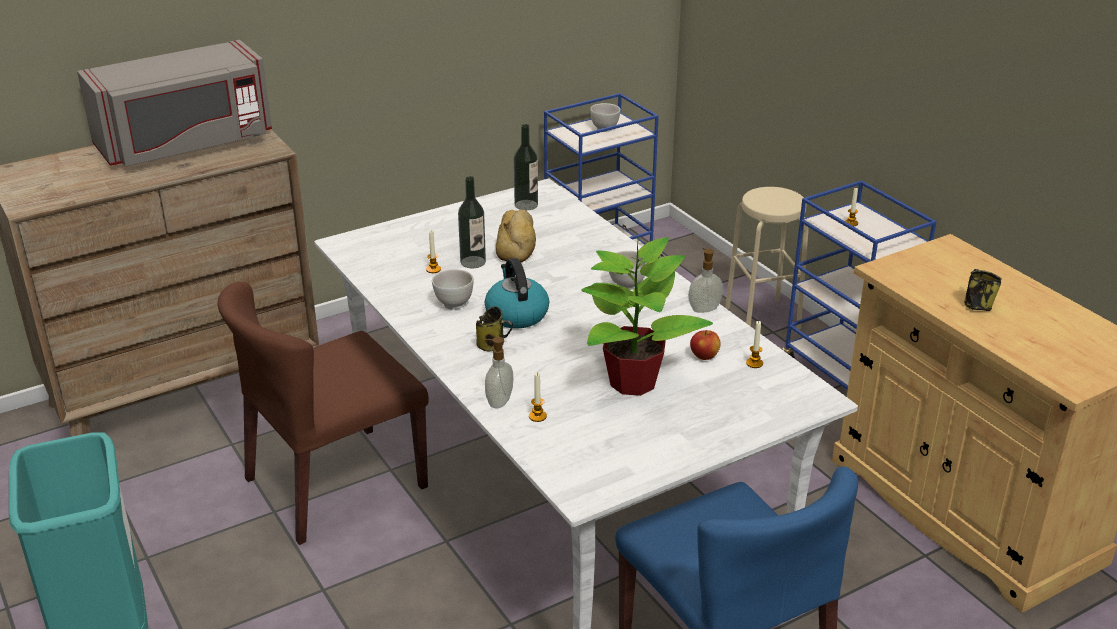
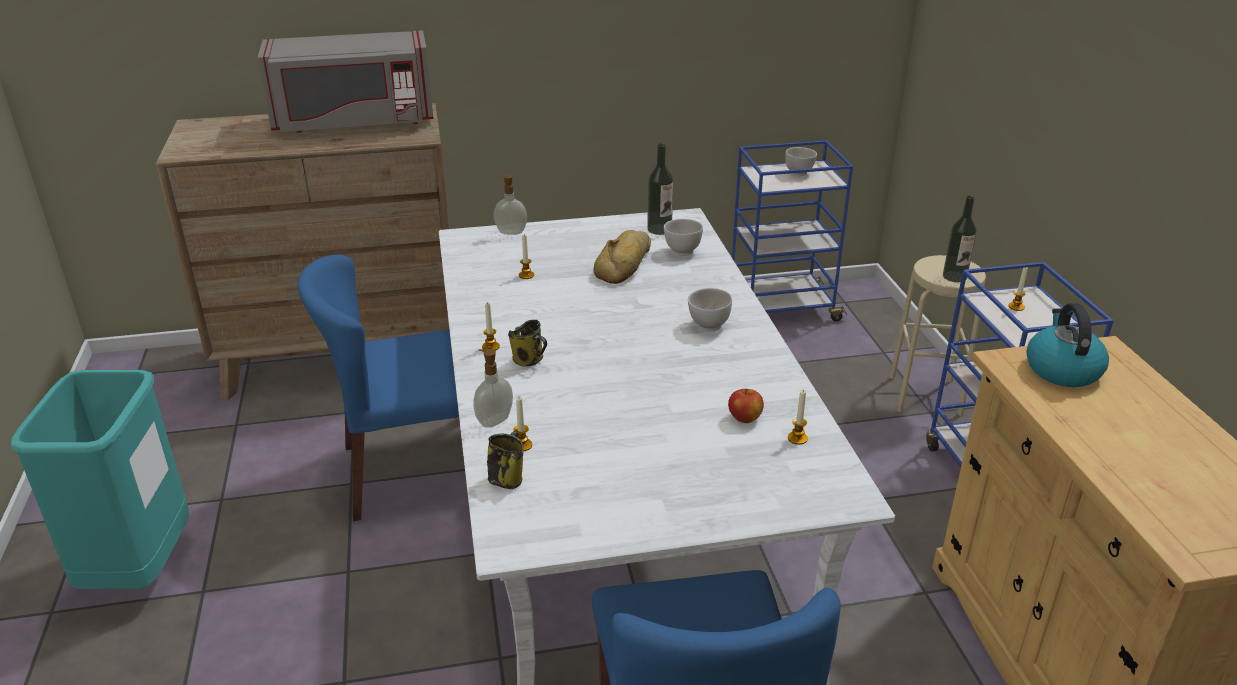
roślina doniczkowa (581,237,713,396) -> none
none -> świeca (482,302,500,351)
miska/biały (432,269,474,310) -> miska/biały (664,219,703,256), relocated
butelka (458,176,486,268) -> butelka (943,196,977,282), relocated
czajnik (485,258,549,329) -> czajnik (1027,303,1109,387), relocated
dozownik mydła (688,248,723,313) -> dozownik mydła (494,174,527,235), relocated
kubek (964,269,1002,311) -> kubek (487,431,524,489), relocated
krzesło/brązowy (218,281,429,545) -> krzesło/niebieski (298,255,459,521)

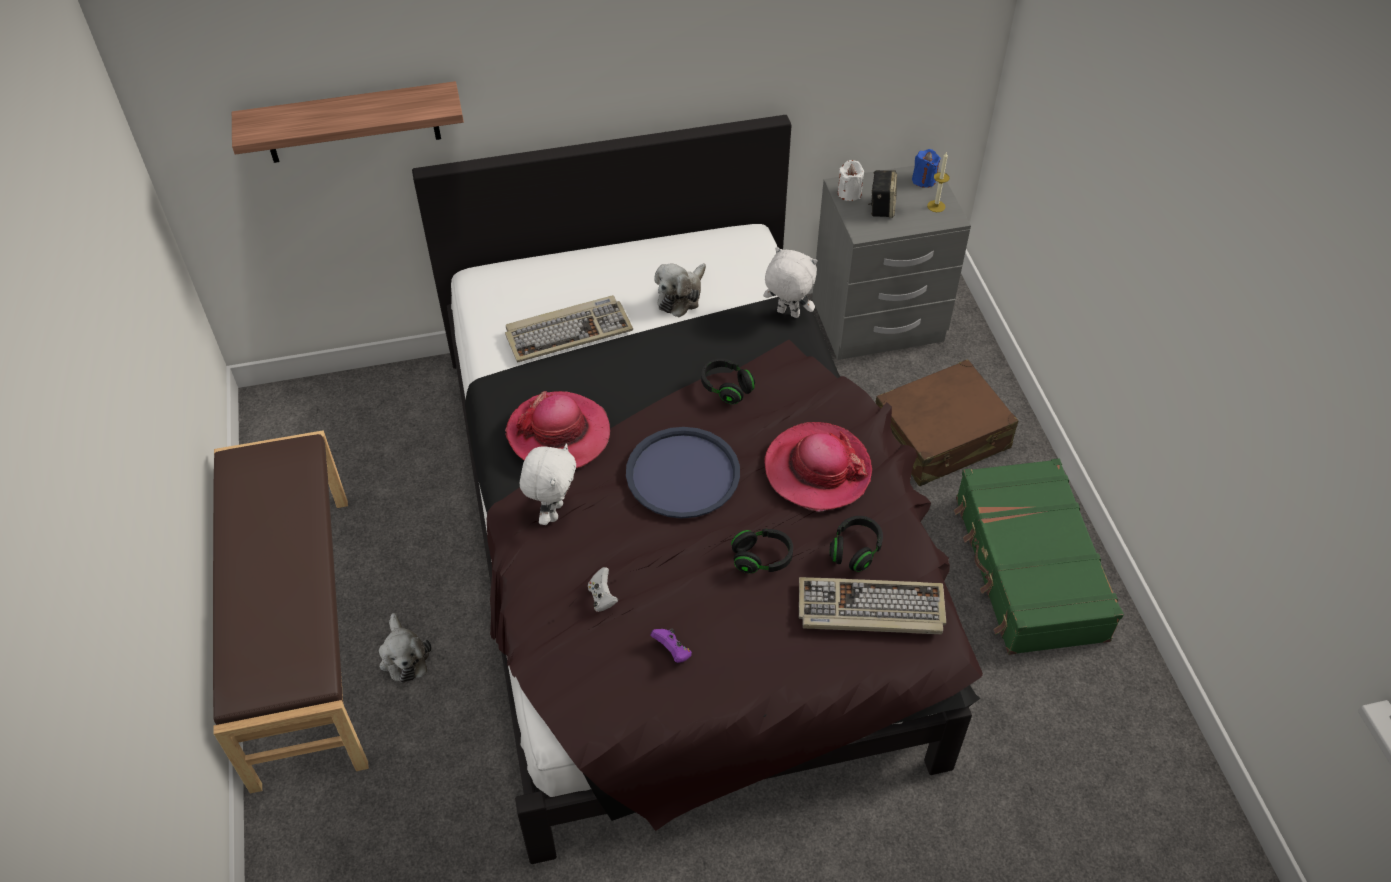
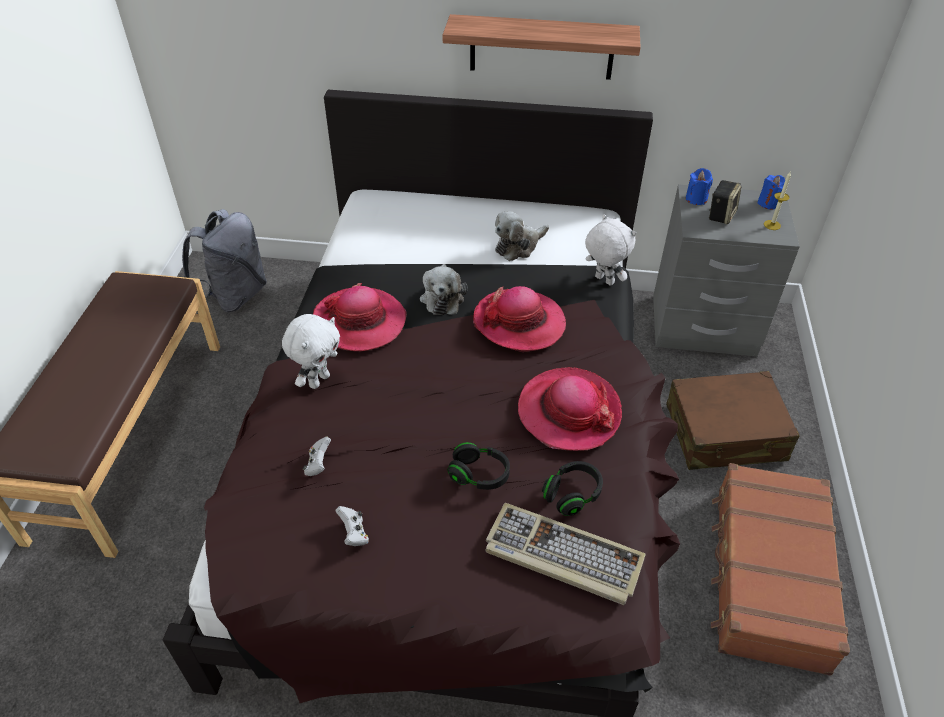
klawiatura (505,295,633,363) -> none
taca/niebieski (626,427,740,518) -> none
none -> plecak/szary (182,209,267,312)
półka (232,81,464,163) -> półka (443,14,641,80), relocated
pluszak (379,613,431,683) -> pluszak (420,264,468,315), relocated
słuchawki/czarny (701,358,755,404) -> kapelusz (473,286,566,352)
pad do gier/fioletowy (650,628,692,663) -> pad do gier/biały (336,506,369,546)
świeca/biały (838,160,864,201) -> świeca/niebieski (686,168,713,205)
walizka/zielony (954,458,1124,655) -> walizka/brązowy (711,463,850,676)

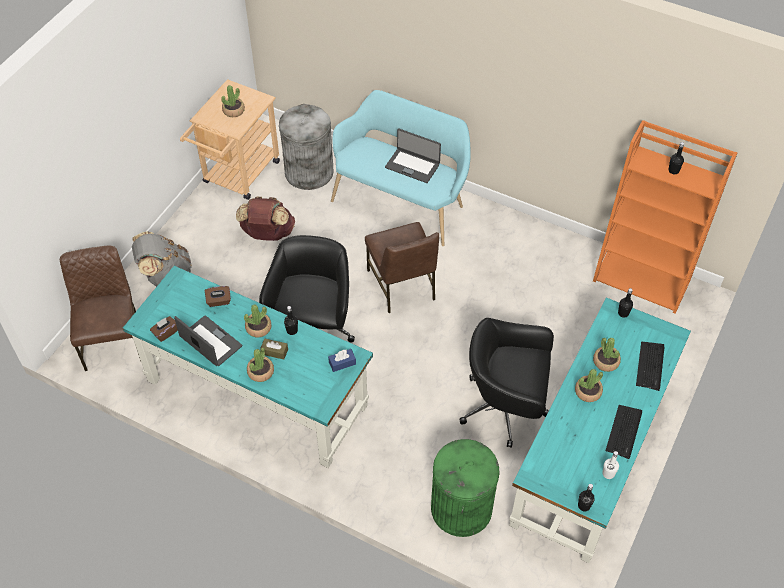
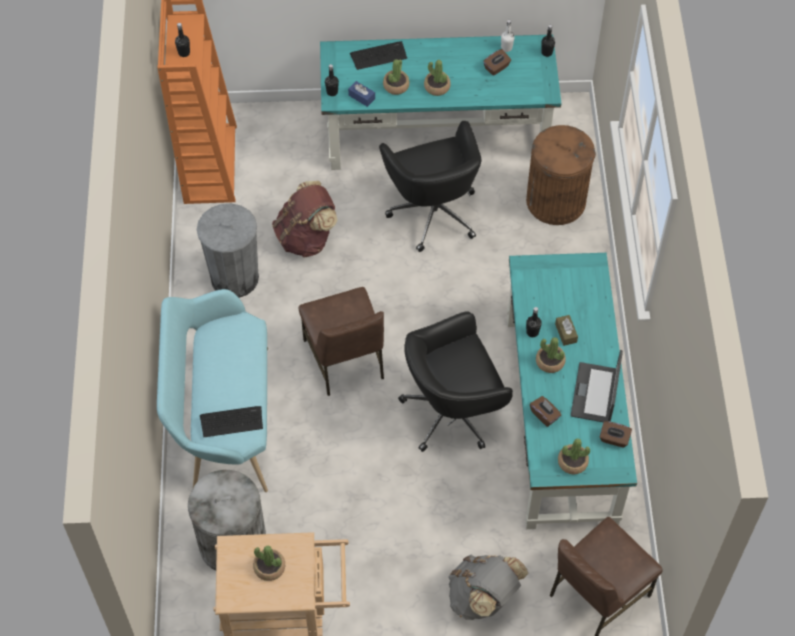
laptop (385,128,441,183) -> none
none -> kosz na śmieci/szary (197,203,259,298)
none -> pudełko chusteczek/brązowy (483,49,511,76)
plecak/brązowy (236,197,295,241) -> plecak/brązowy (272,181,338,258), relocated
roślina doniczkowa (247,348,274,382) -> roślina doniczkowa (558,439,590,474), relocated
pudełko chusteczek/niebieski (328,349,356,372) -> pudełko chusteczek/niebieski (348,81,375,107), relocated
klawiatura (606,405,642,459) -> klawiatura (200,406,263,437), relocated
kosz na śmieci/zielony (431,439,499,537) -> kosz na śmieci/brązowy (526,125,596,225)
krzesło/brązowy (365,222,439,313) -> krzesło/brązowy (299,287,384,396), 120 degrees clockwise

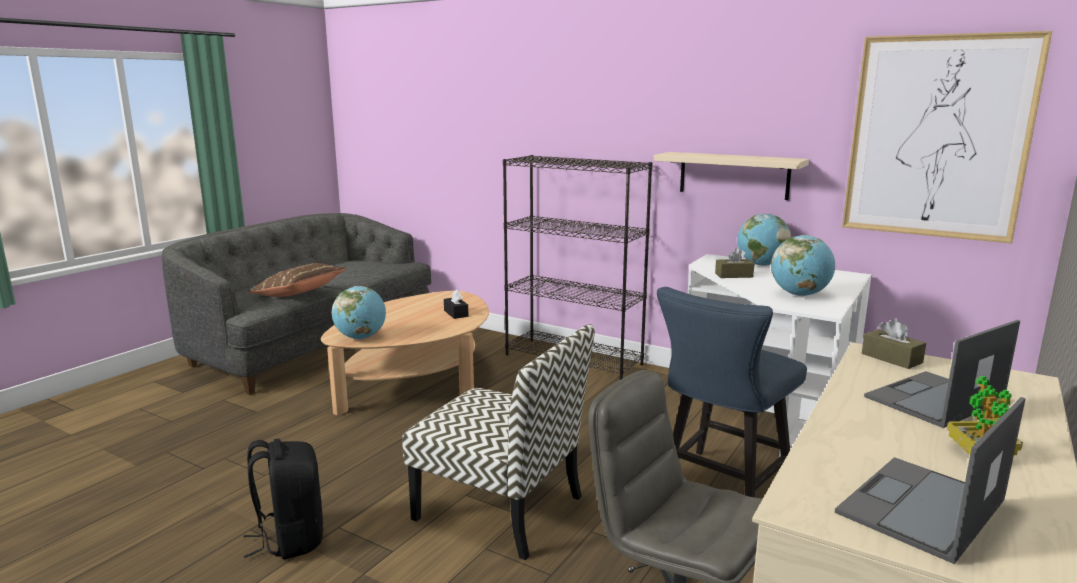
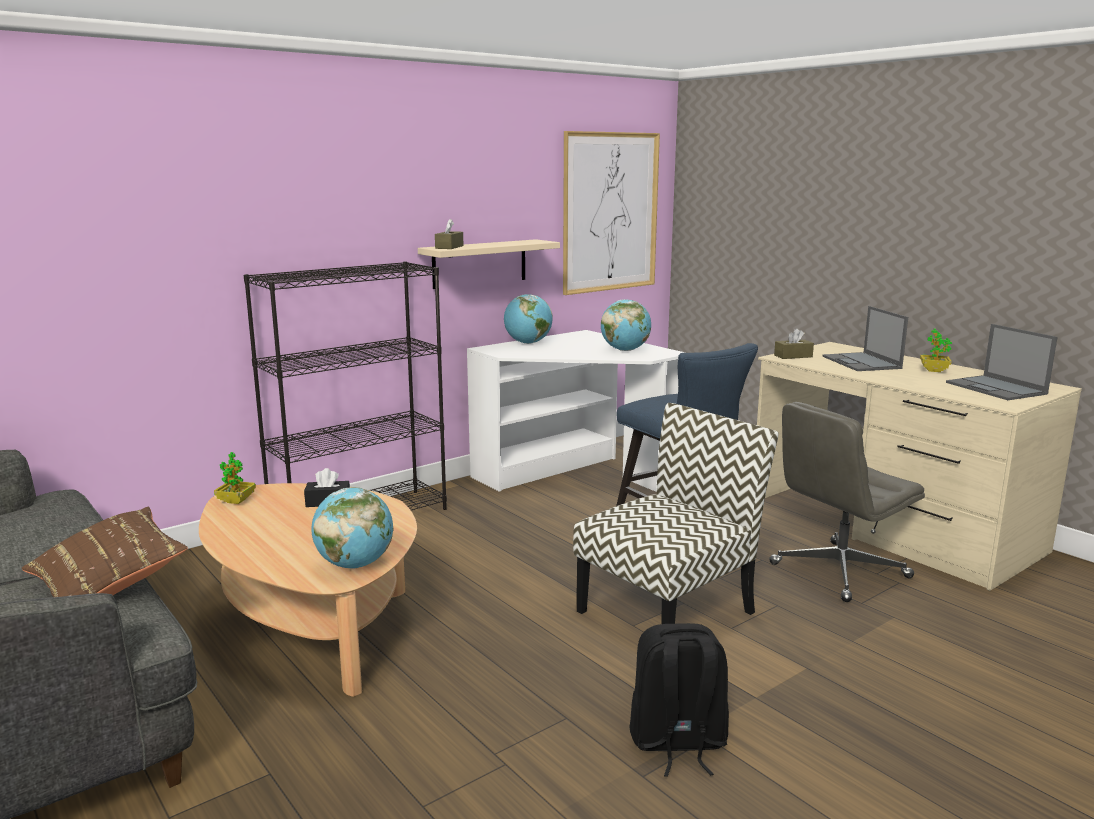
none -> roślina doniczkowa (214,452,256,504)
pudełko chusteczek/brązowy (715,248,754,278) -> pudełko chusteczek/brązowy (435,219,463,249), relocated

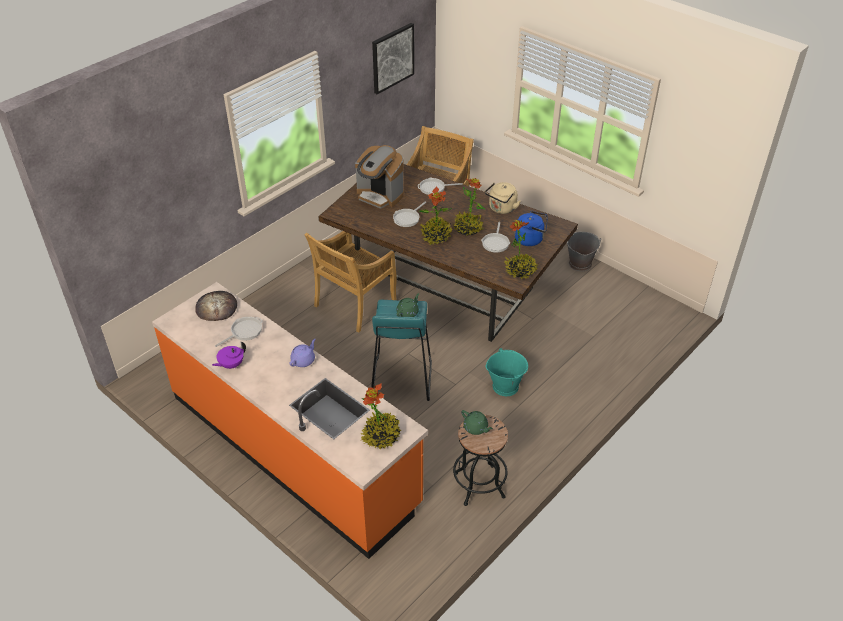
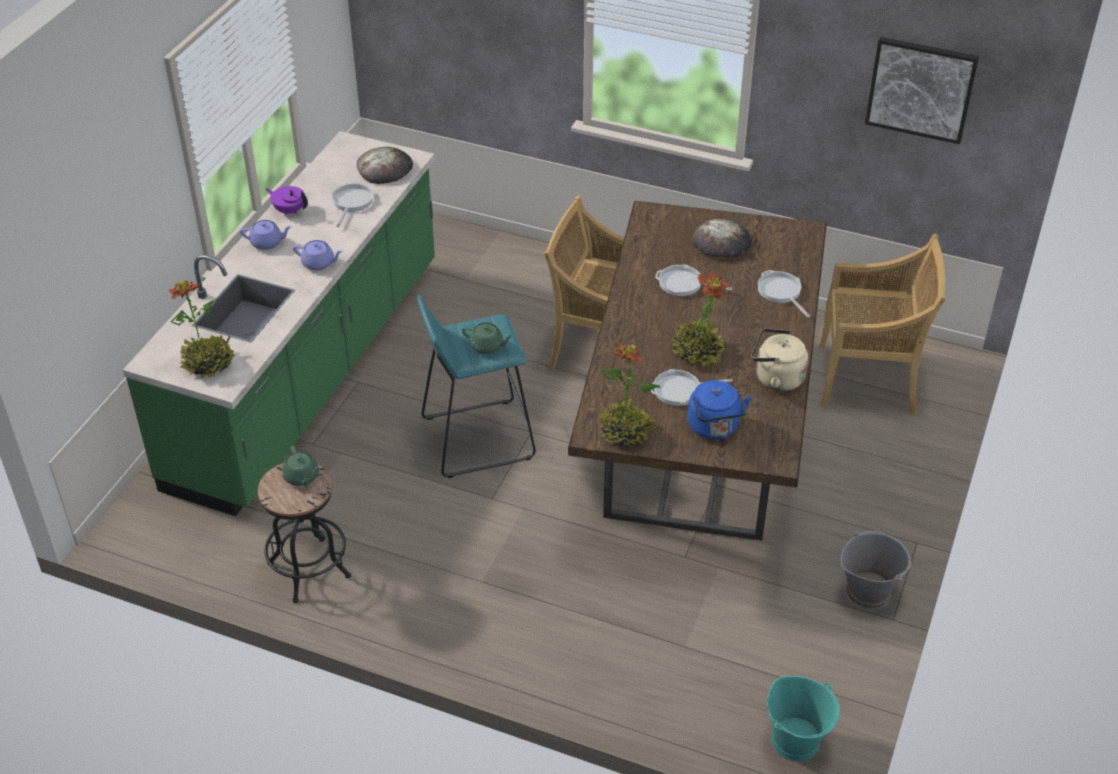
roślina doniczkowa (419,187,453,245) -> none
none -> imbryk/fioletowy (240,220,292,250)
wiadro/turkusowy (486,348,528,396) -> wiadro/turkusowy (767,676,840,761), relocated
ekspres do kawy (355,145,404,209) -> chleb (693,219,752,258)
zabudowa kuchenna/pomarańczowy (152,282,428,559) -> zabudowa kuchenna/zielony (123,131,435,516)
patelnia (215,317,263,347) -> patelnia (331,182,374,227), 105 degrees counterclockwise
imbryk/zielony (461,410,493,435) -> imbryk/zielony (282,446,319,486), 45 degrees counterclockwise

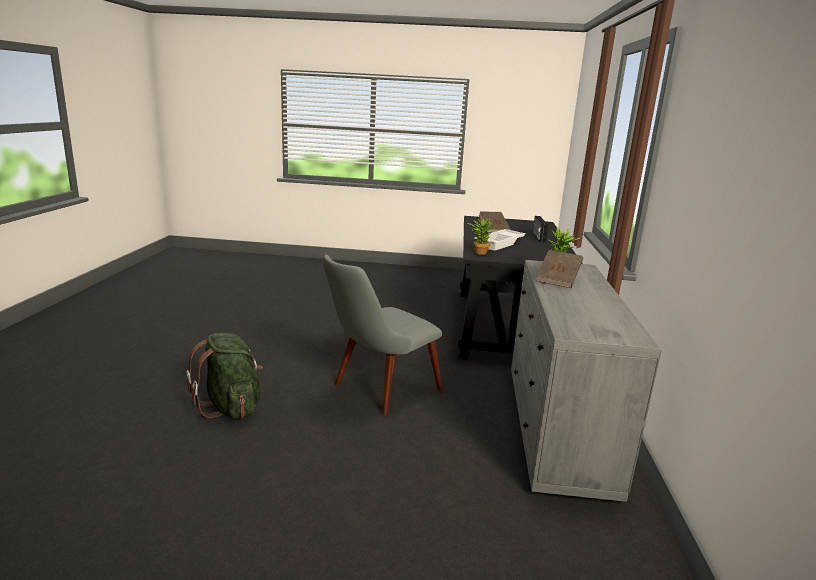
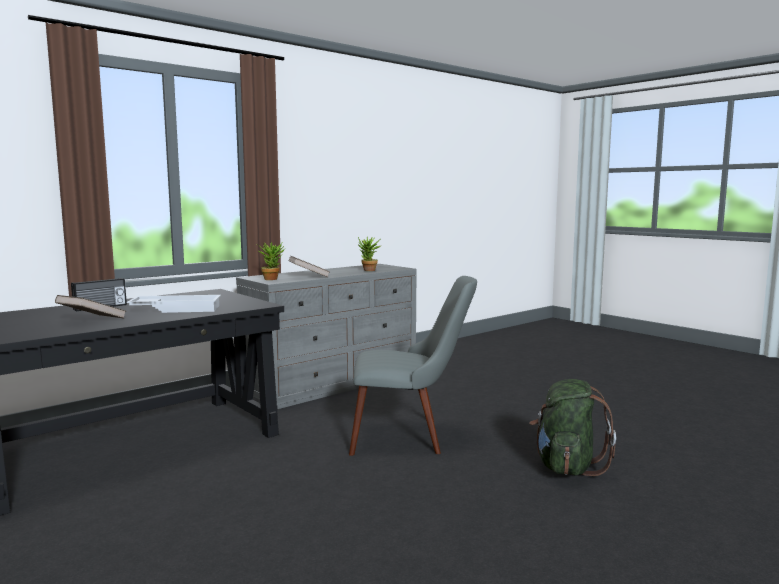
roślina doniczkowa (467,217,495,255) -> roślina doniczkowa (358,237,382,271), relocated

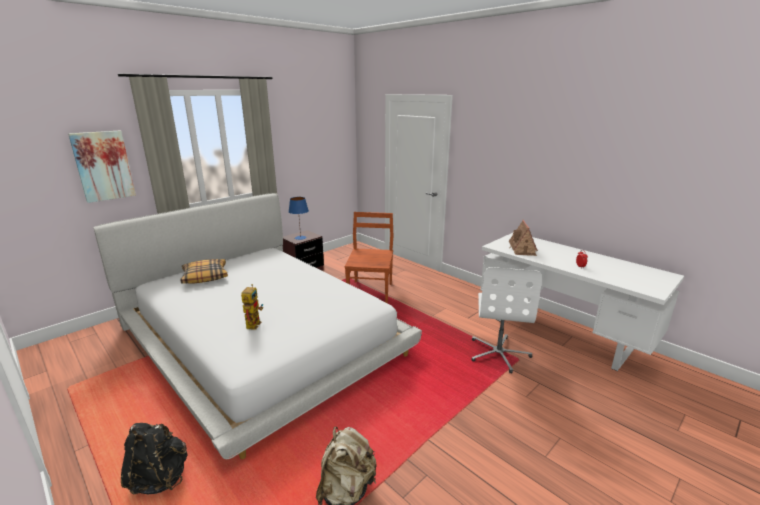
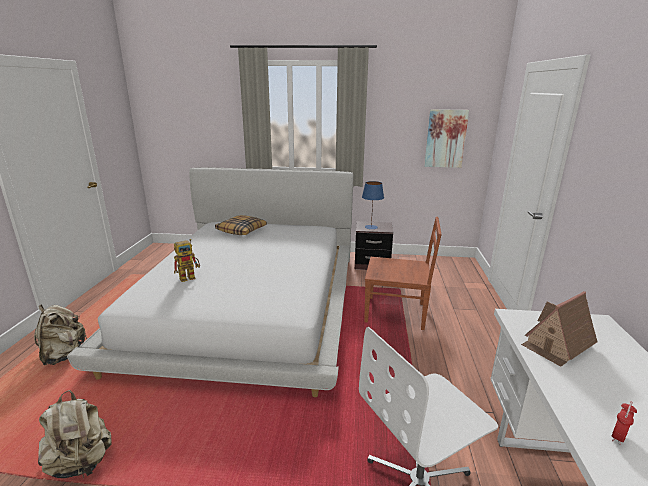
obraz (68,131,136,203) -> obraz (424,109,469,168), relocated
plecak/czarny (121,423,188,495) -> plecak/beżowy (34,305,88,365)
krzesło/brązowy (344,212,393,304) -> krzesło/brązowy (364,217,442,330), 45 degrees clockwise

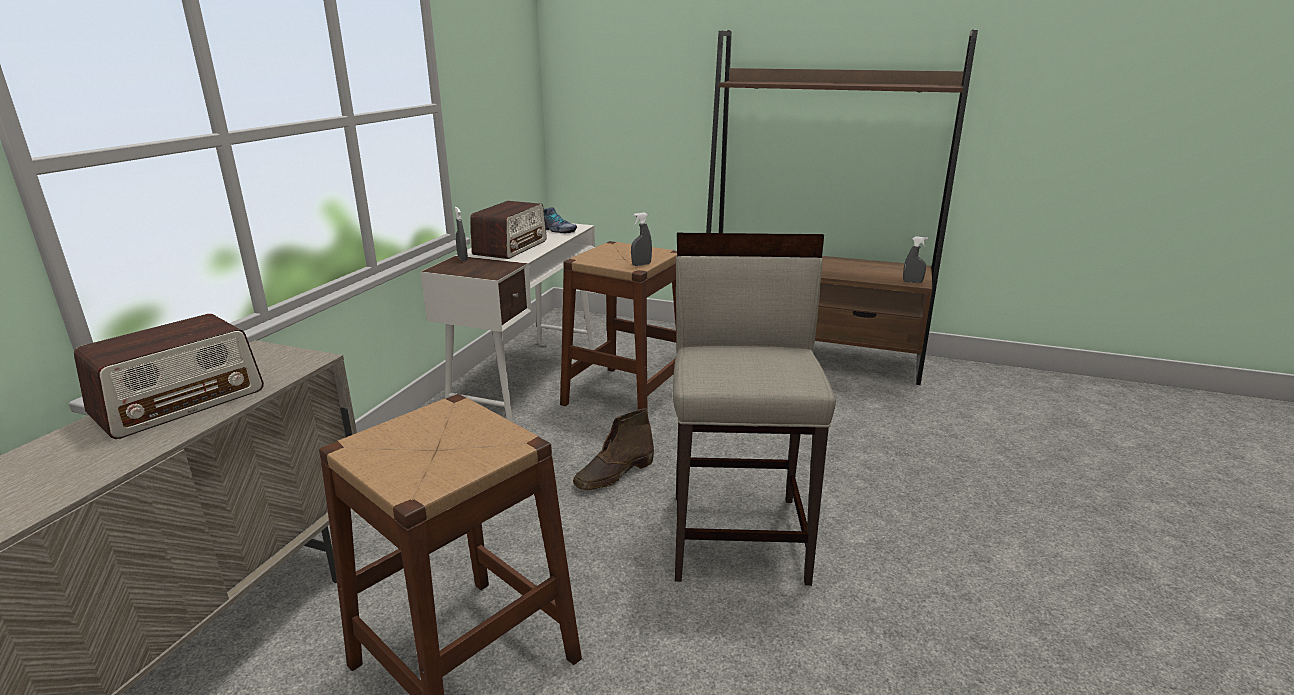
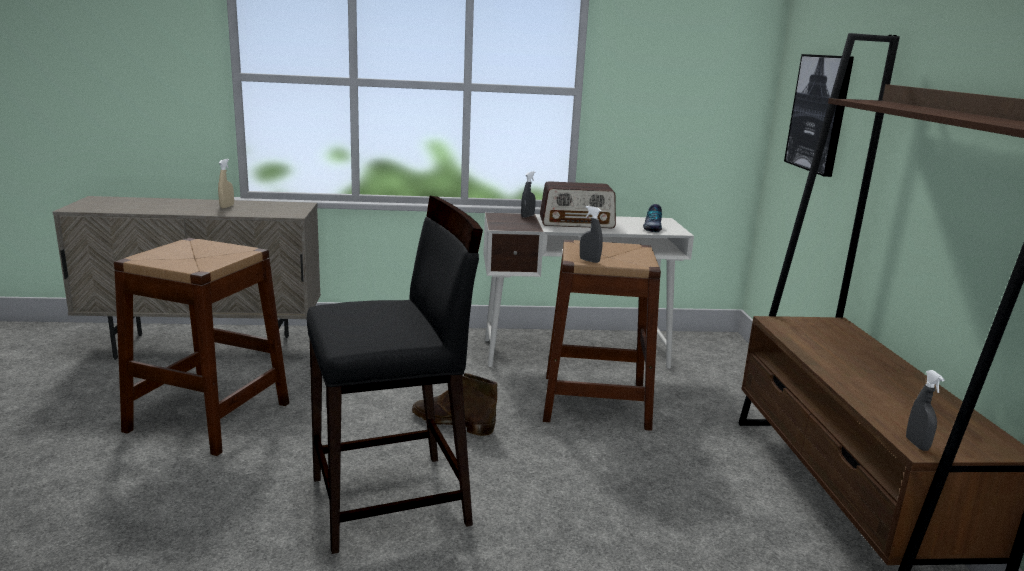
none -> obraz (784,54,854,177)
radio (74,314,264,439) -> spryskiwacz/beżowy (218,159,234,208)
stołek/beżowy (673,233,836,586) -> stołek/czarny (307,196,483,554)

